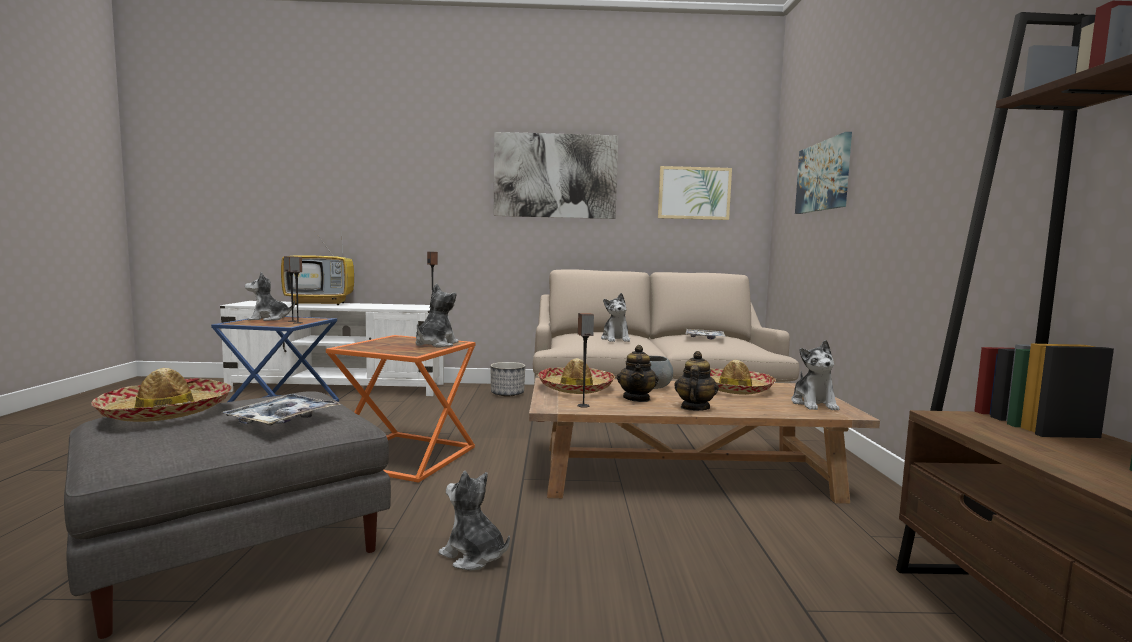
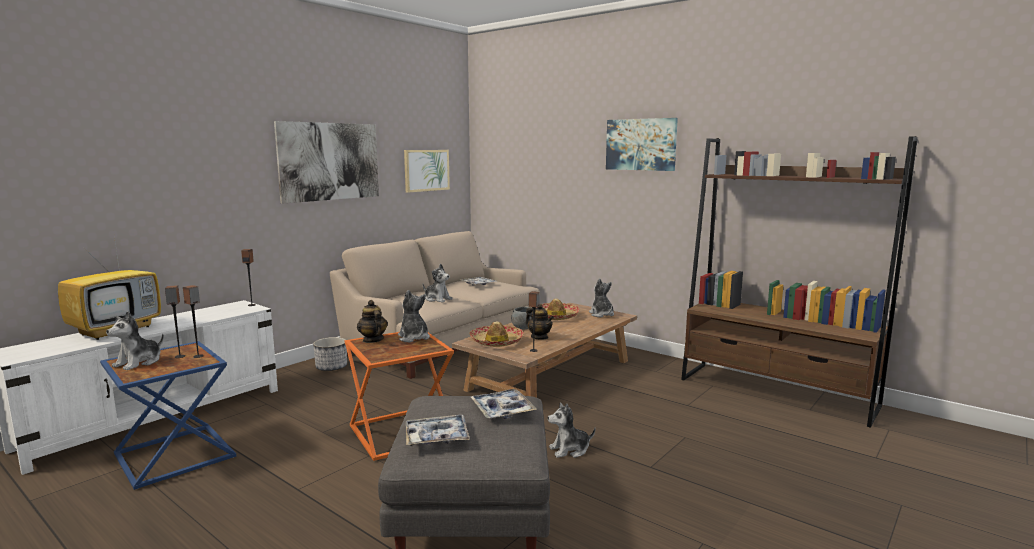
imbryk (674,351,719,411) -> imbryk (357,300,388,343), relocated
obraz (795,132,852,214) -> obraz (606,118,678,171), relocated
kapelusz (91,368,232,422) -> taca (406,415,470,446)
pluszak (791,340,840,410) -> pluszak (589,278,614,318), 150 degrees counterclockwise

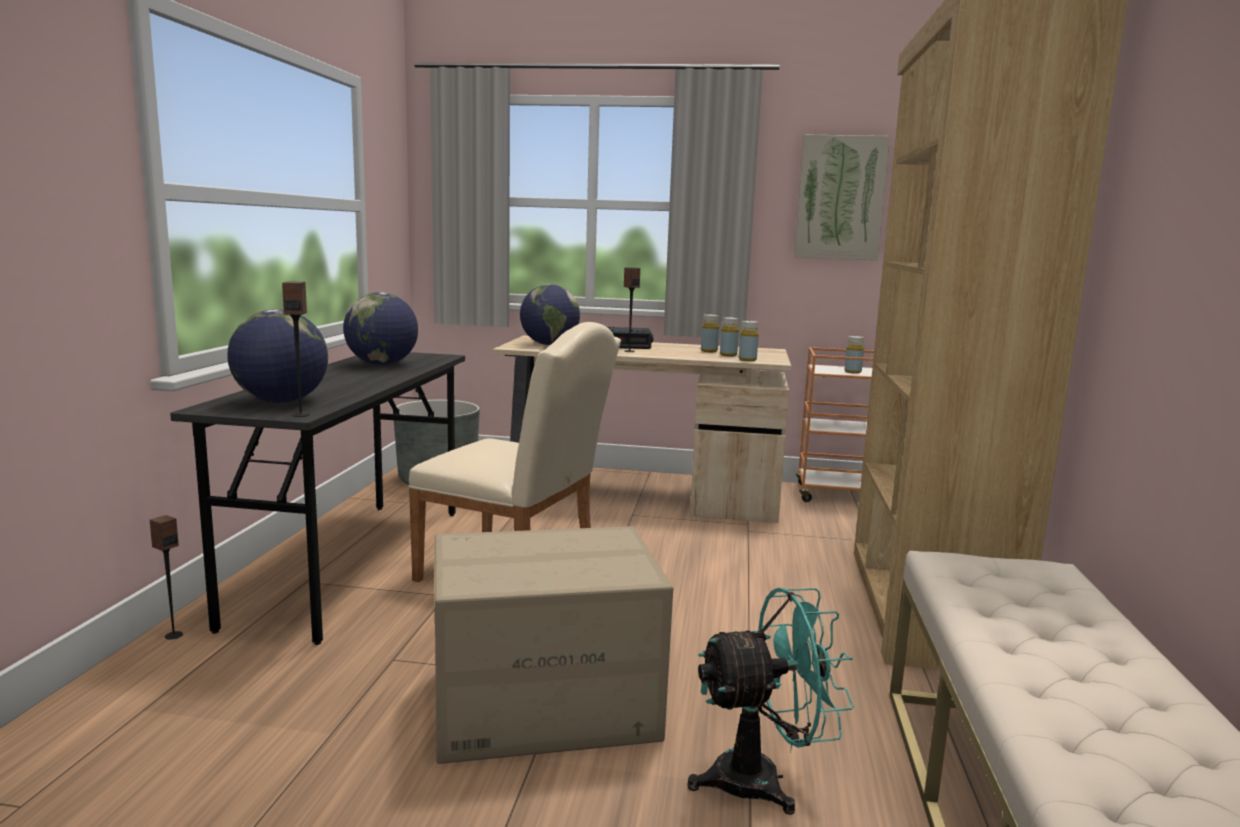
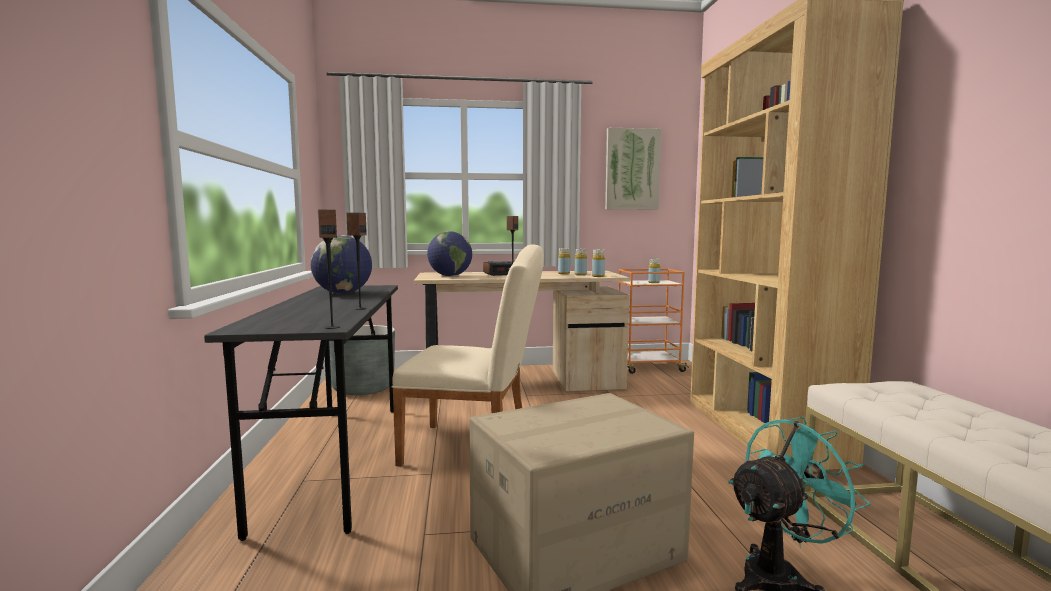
globus (227,309,328,403) -> none
głośnik (150,515,183,640) -> głośnik (346,213,367,310), relocated

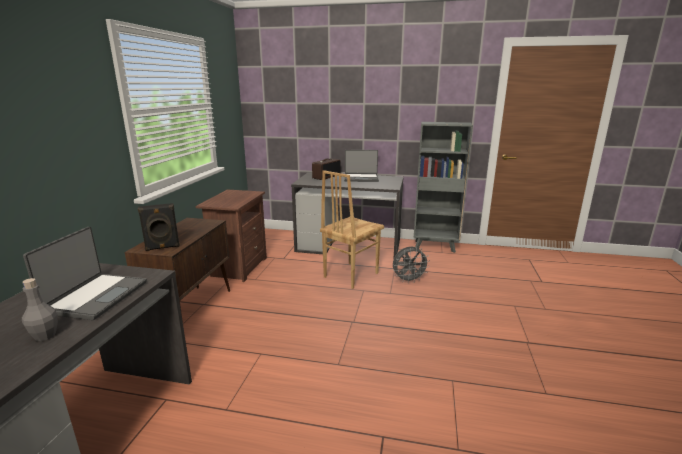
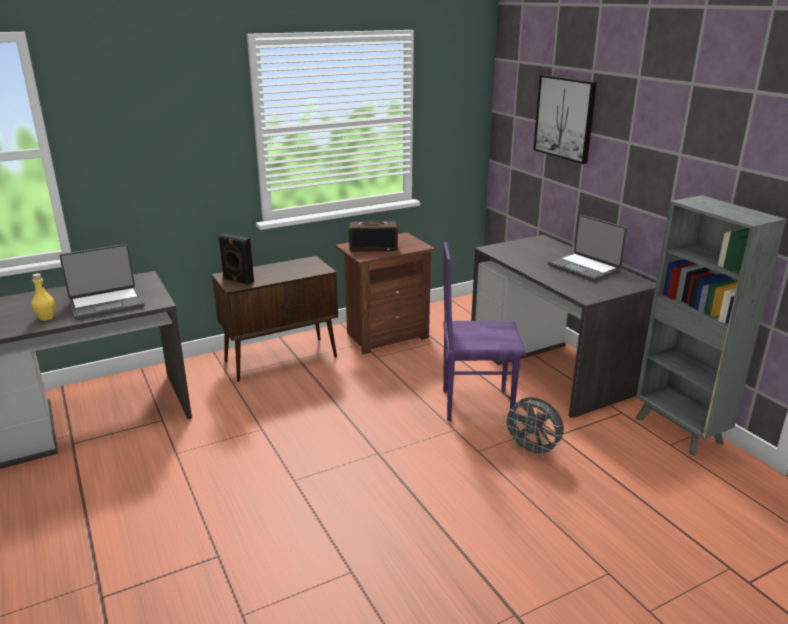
none -> obraz (533,75,597,164)
radio (312,158,340,180) -> radio (349,221,398,252), relocated
butelka/szary (22,278,58,341) -> butelka/żółty (31,273,55,321)
krzesło/brązowy (320,170,384,289) -> krzesło/fioletowy (443,242,526,421)

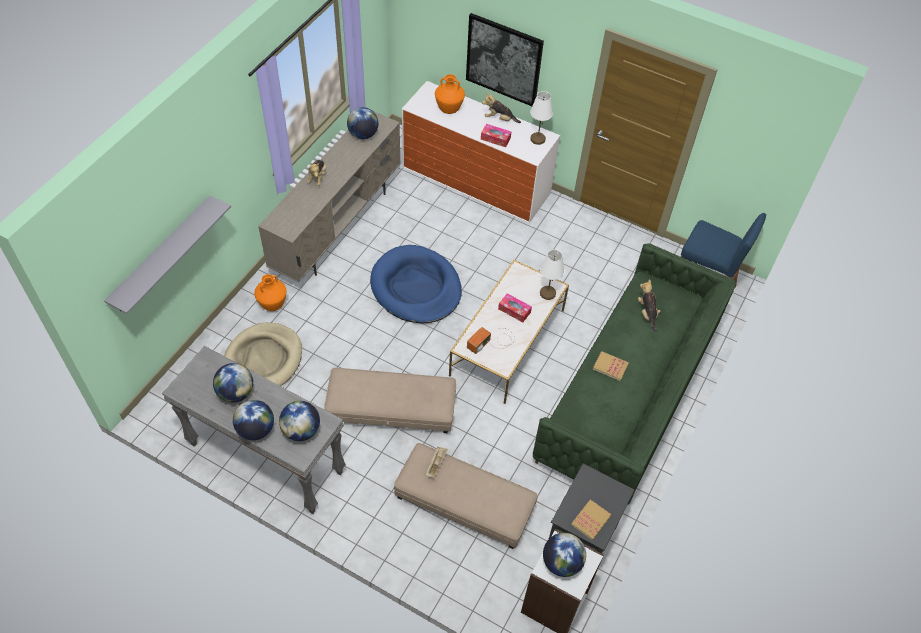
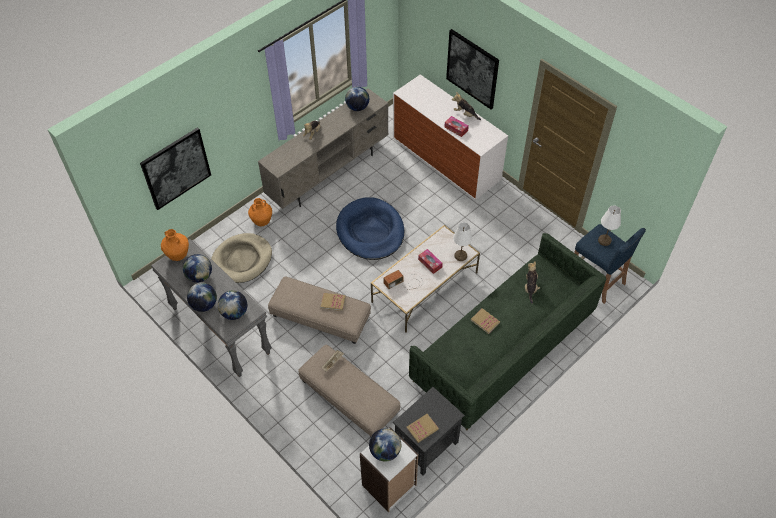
none -> książka (320,293,346,311)
wazon/pomarańczowy (435,74,465,114) -> wazon/pomarańczowy (161,229,189,261), relocated
lampa stołowa/biały (530,91,553,145) -> lampa stołowa/biały (598,205,621,246), relocated
półka/szary (104,195,231,314) -> obraz (140,127,211,210)

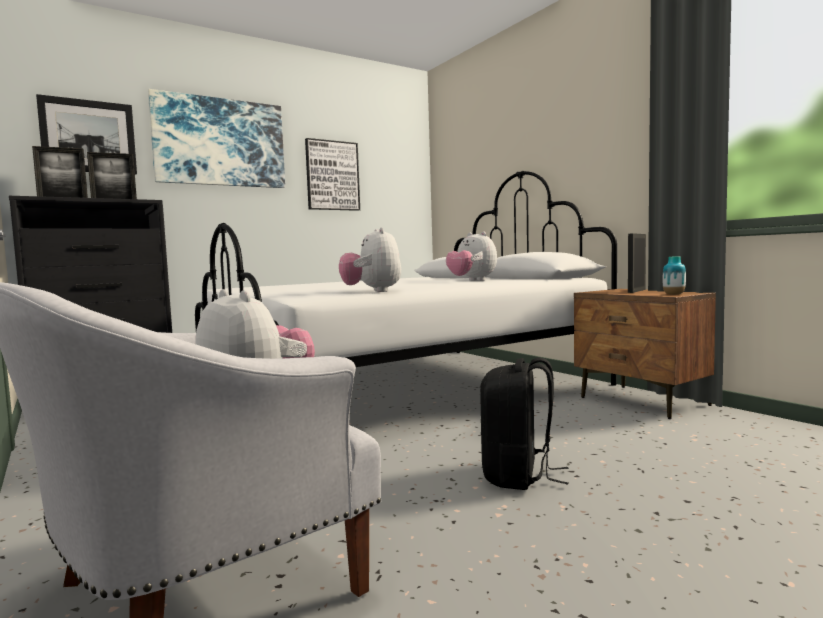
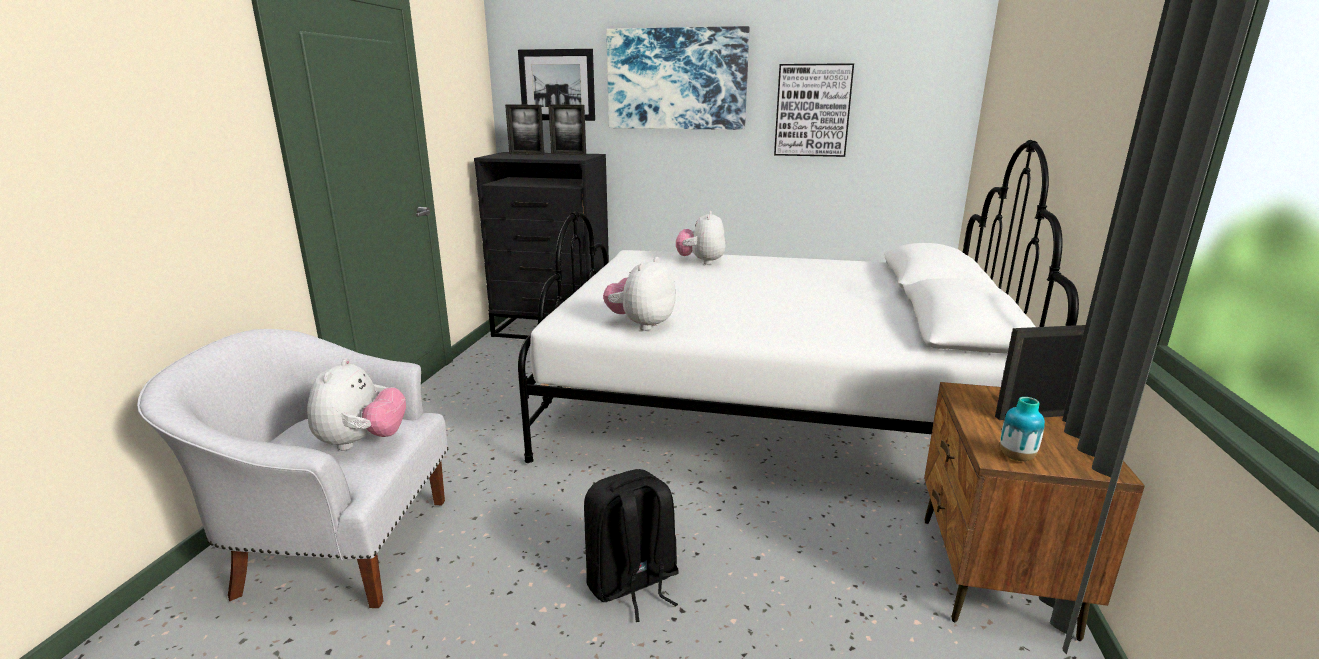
pluszak (446,231,497,281) -> pluszak (676,211,726,265), relocated

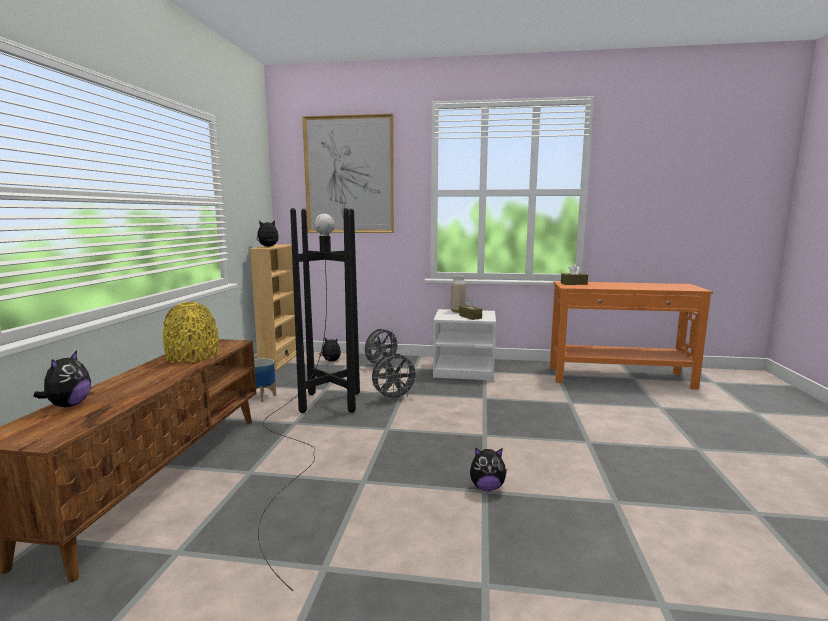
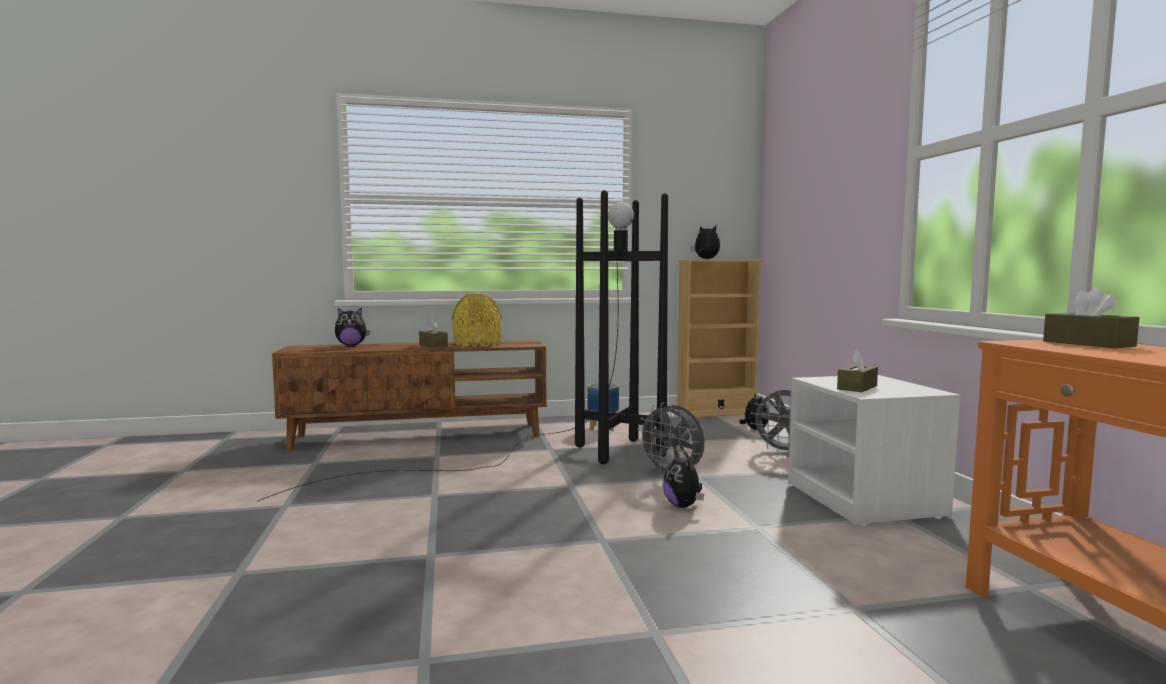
obraz (302,113,394,233) -> none
wazon (450,275,466,313) -> none
none -> pudełko chusteczek/brązowy (419,318,448,348)
pluszak (470,448,507,491) -> pluszak (663,451,704,508), relocated

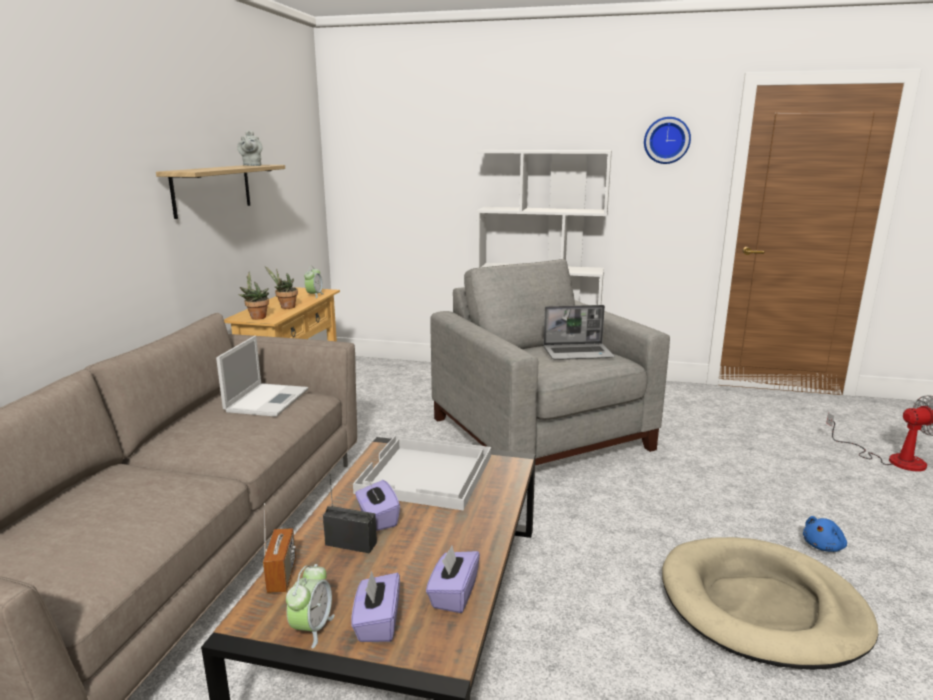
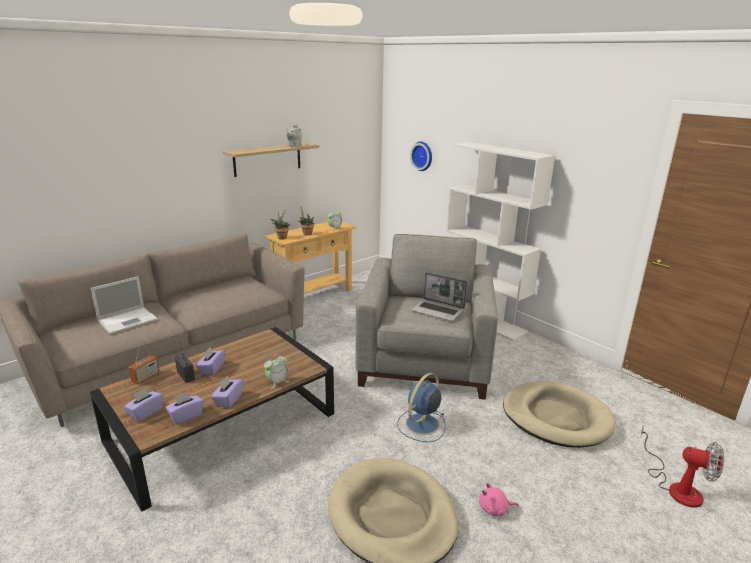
taca/biały (353,435,491,511) -> none
none -> pudełko chusteczek/fioletowy (211,376,243,408)
none -> wentylator/niebieski (397,373,445,442)
none -> legowisko/beżowy (503,381,615,448)
laptop (216,336,308,417) -> laptop (91,276,158,334), relocated
budzik (286,564,335,649) -> budzik (264,355,289,389), relocated
zegar ścienny (644,117,691,164) -> zegar ścienny (410,141,432,171), relocated
pluszak/niebieski (803,516,847,552) -> pluszak/różowy (479,482,519,517)

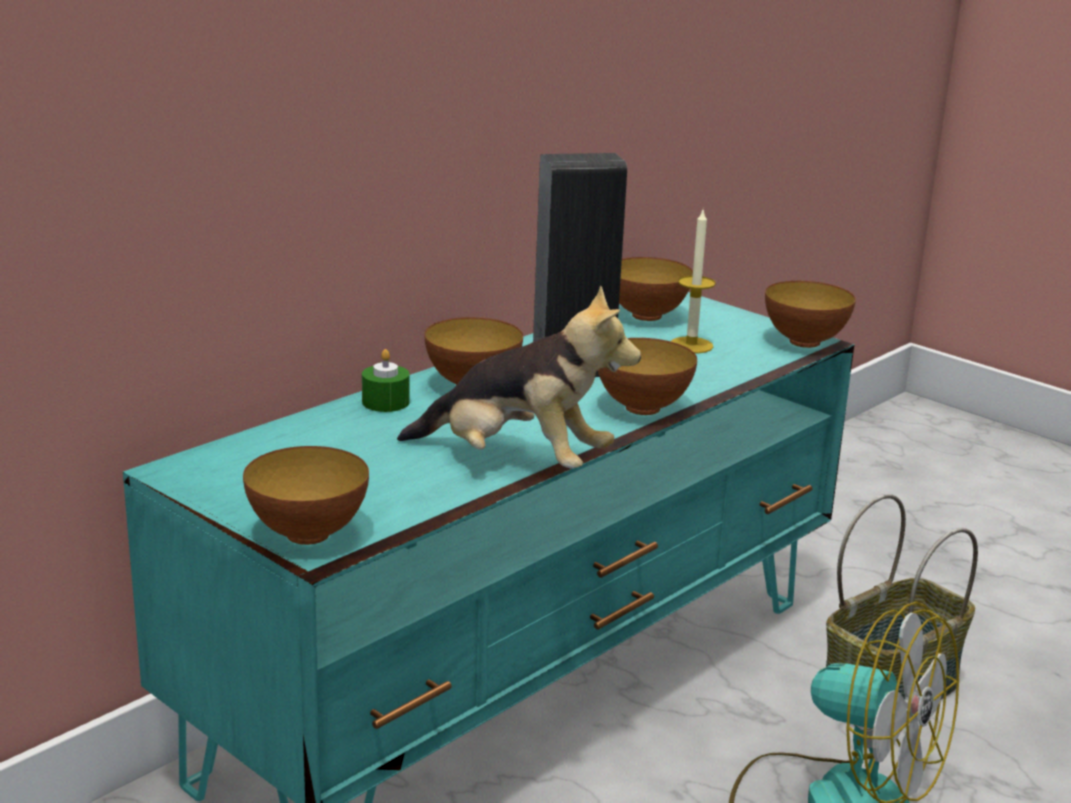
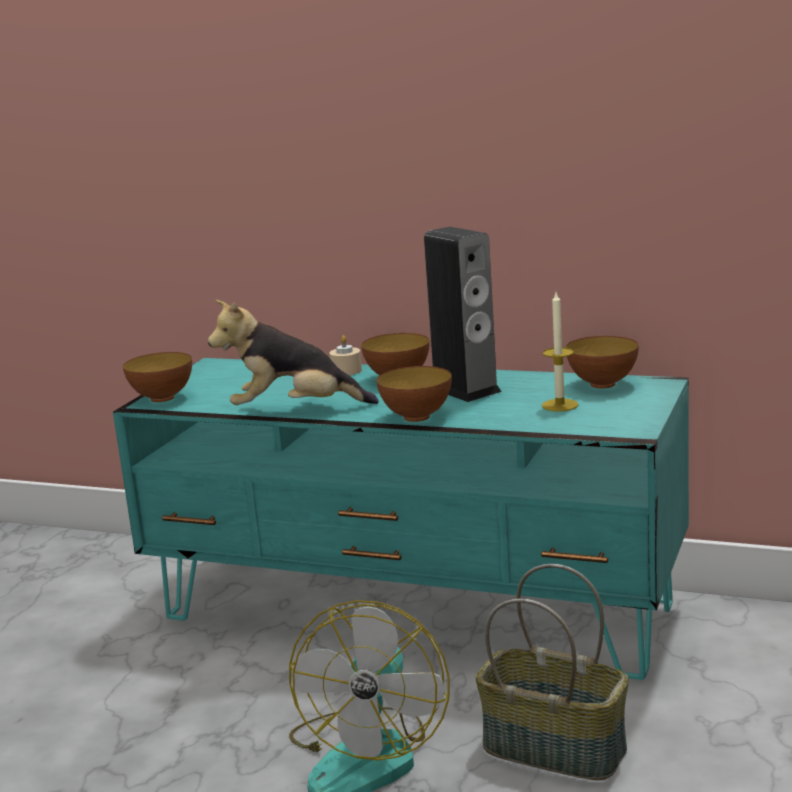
miska (765,281,856,348) -> none
świeca/zielony (362,349,410,412) -> świeca/beżowy (329,335,362,375)
pluszak (397,285,641,468) -> pluszak (208,300,379,405), 90 degrees clockwise

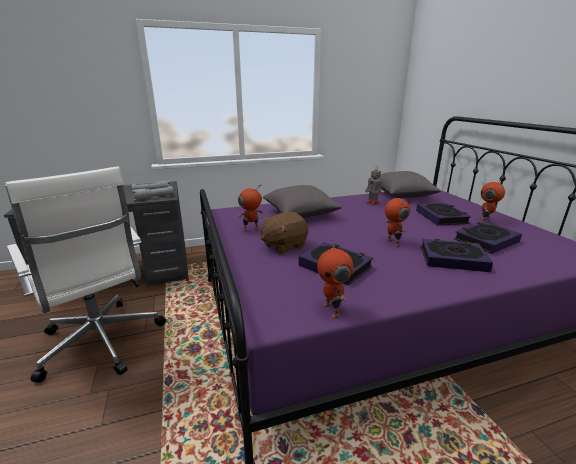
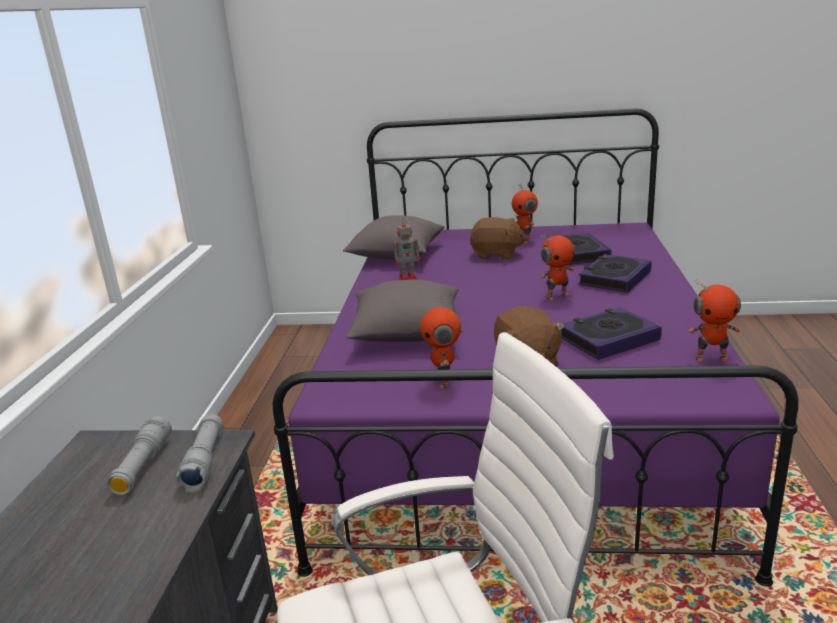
książka (416,203,471,226) -> pluszak/brązowy (470,217,527,260)
robot zabawkowy (385,198,410,247) -> robot zabawkowy (540,234,575,300), 150 degrees clockwise

